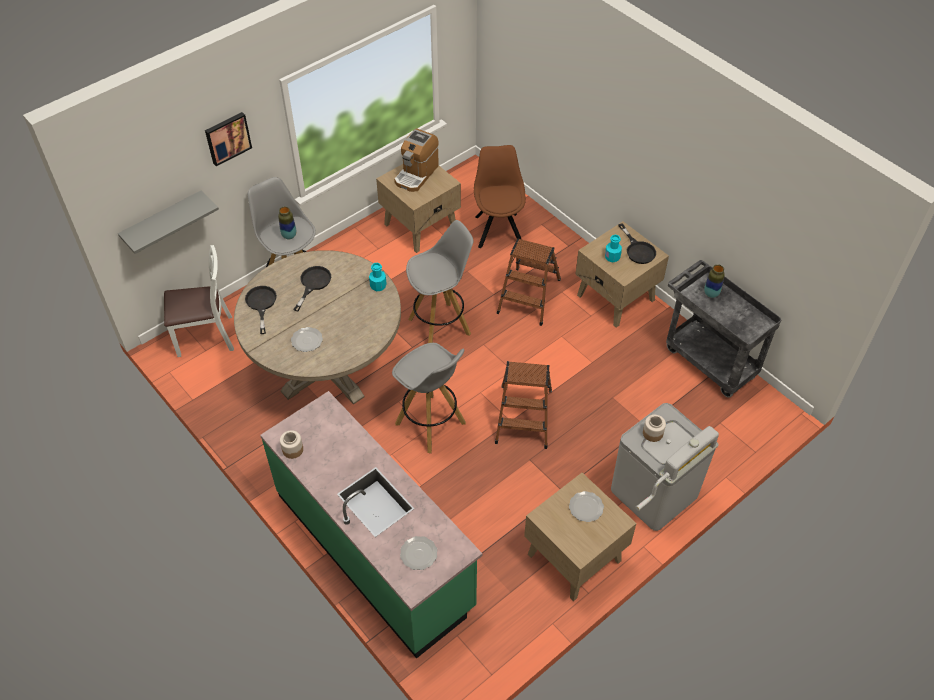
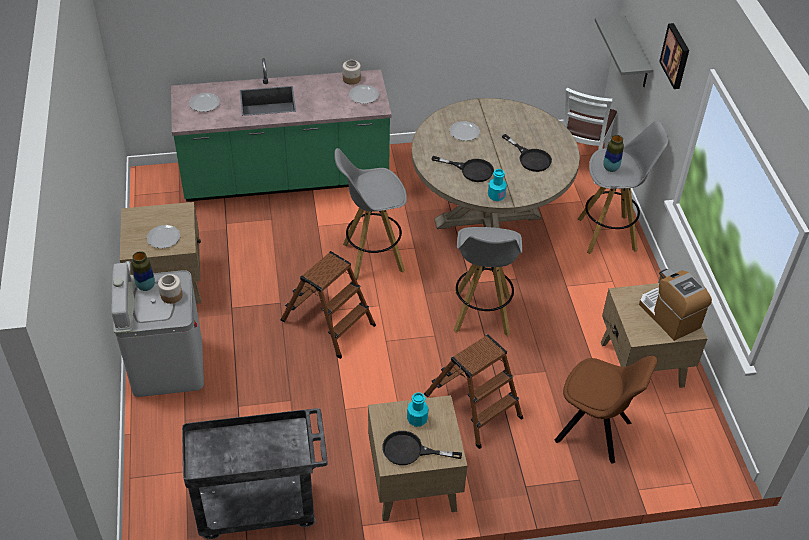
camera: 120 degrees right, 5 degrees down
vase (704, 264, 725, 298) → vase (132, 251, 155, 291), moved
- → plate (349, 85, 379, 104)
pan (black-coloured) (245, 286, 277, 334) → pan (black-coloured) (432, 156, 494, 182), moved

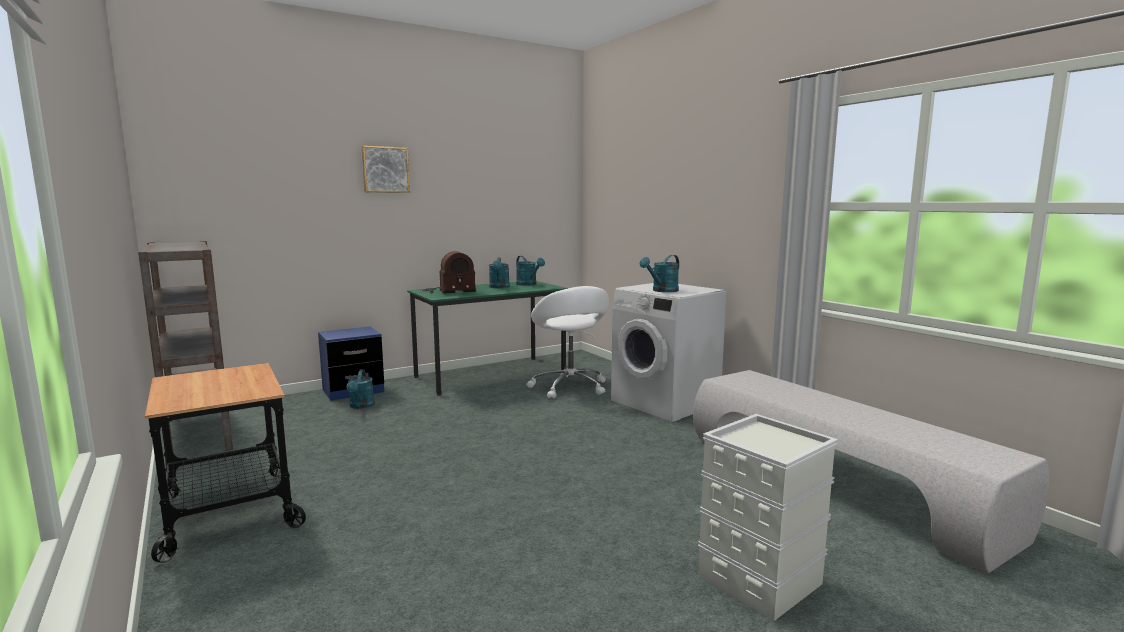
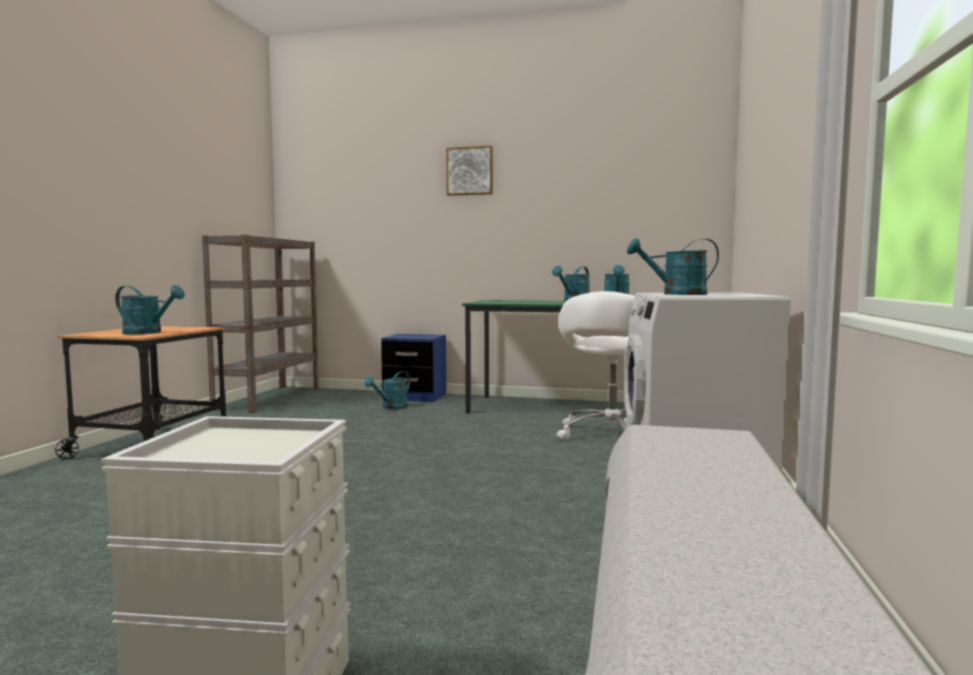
camera: 45 degrees right, 5 degrees down
- → sprinkling can (turquoise) (115, 285, 185, 334)
radio set (429, 251, 476, 293) → -

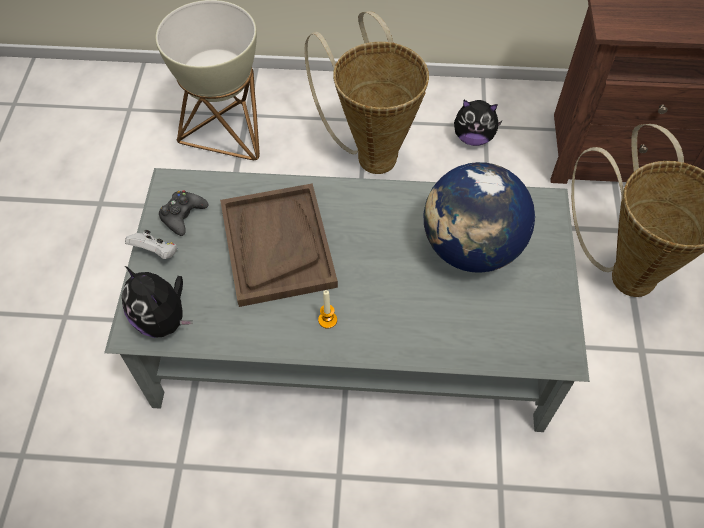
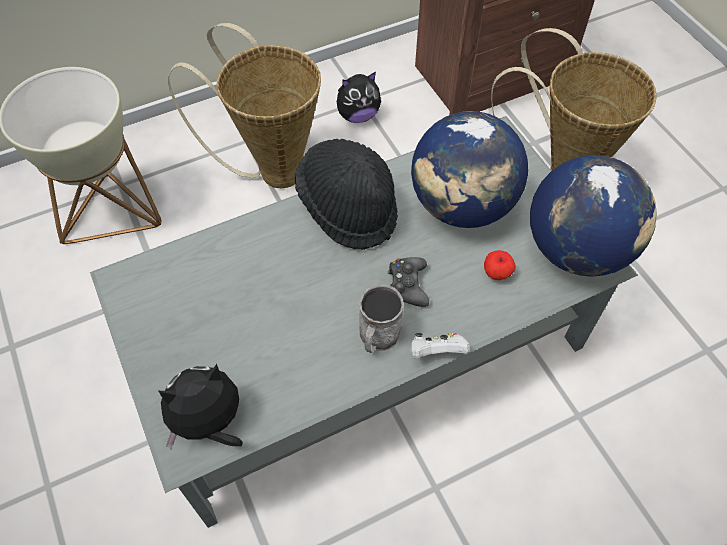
camera: 30 degrees left, 0 degrees up
plush toy (122, 266, 193, 338) → plush toy (159, 364, 243, 450), 135 degrees clockwise
- → hat (black-coloured) (295, 139, 398, 250)
wax candle (318, 290, 337, 329) → mug (grey) (359, 285, 404, 353)
joypad (black-coloured) (159, 190, 208, 236) → joypad (black-coloured) (388, 257, 429, 307), moved
joypad (whitish) (125, 230, 178, 259) → joypad (whitish) (410, 333, 470, 359), moved
- → whole apple (484, 250, 516, 280)
- → desk globe (530, 155, 657, 277)
tray (brown) (220, 183, 338, 307) → -

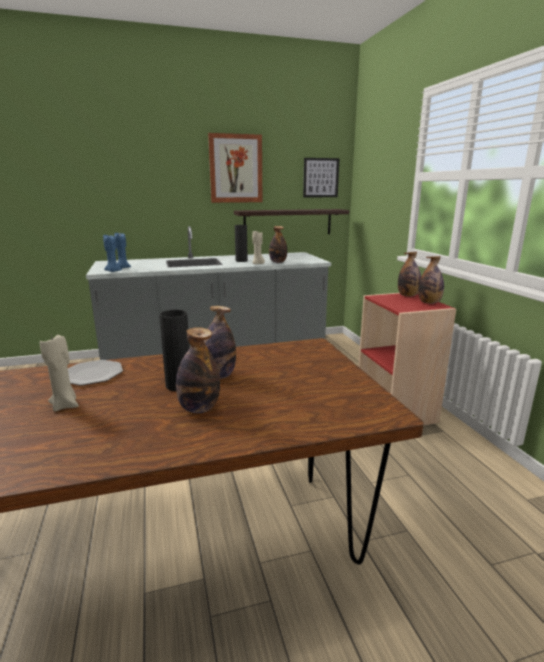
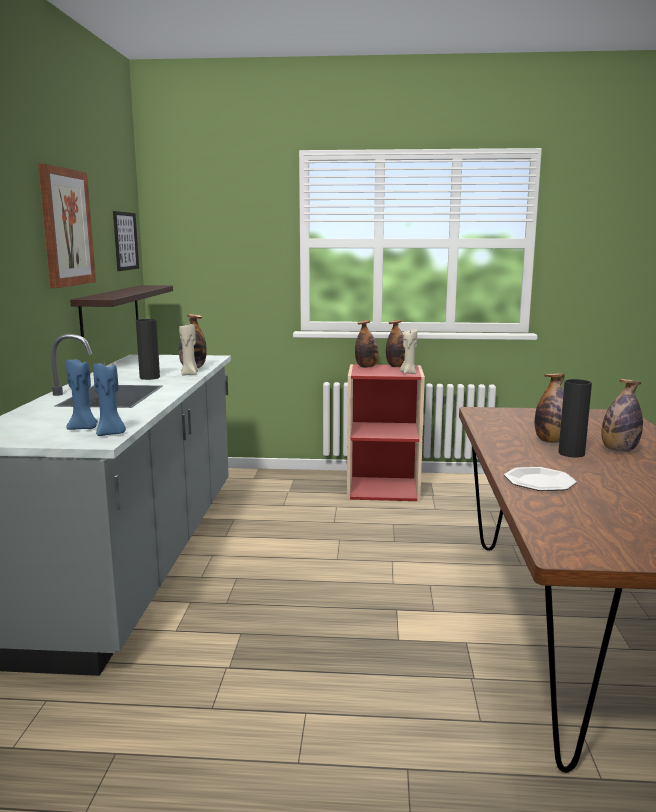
camera: 70 degrees left, 5 degrees down
wax candle (beige-coloured) (40, 334, 79, 412) → wax candle (beige-coloured) (400, 328, 417, 374), moved

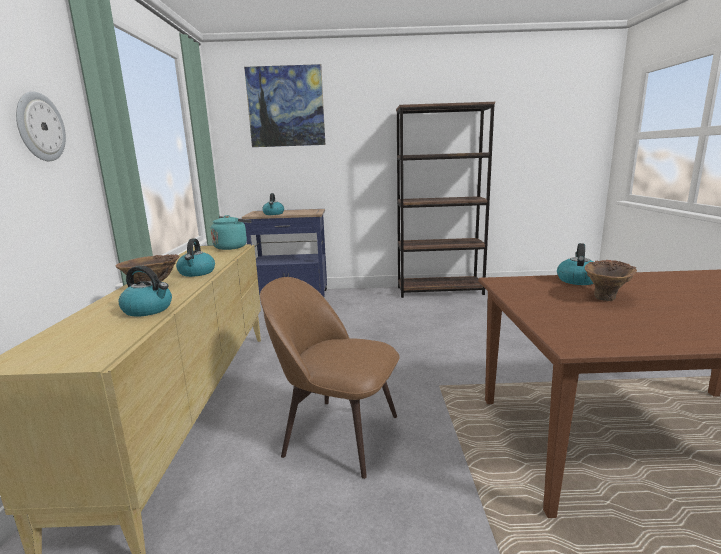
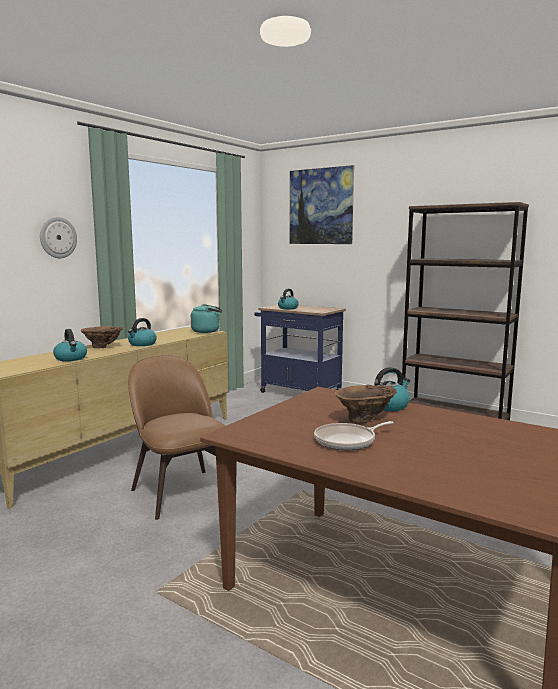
camera: 35 degrees right, 5 degrees down
- → pan (314, 421, 394, 450)

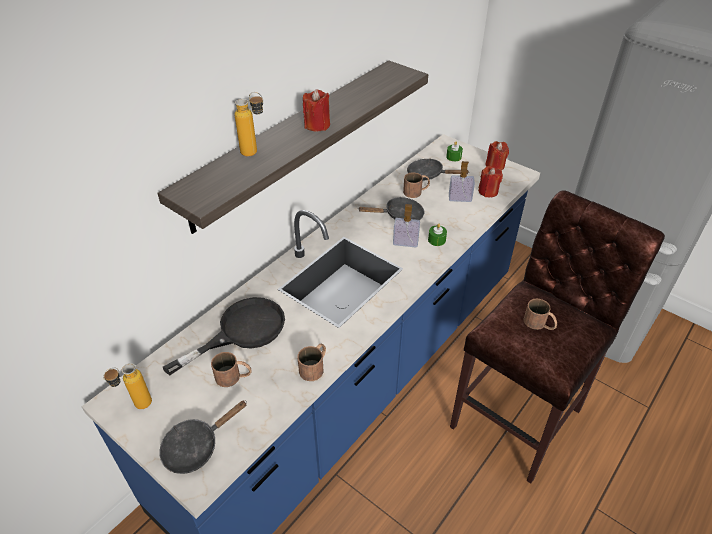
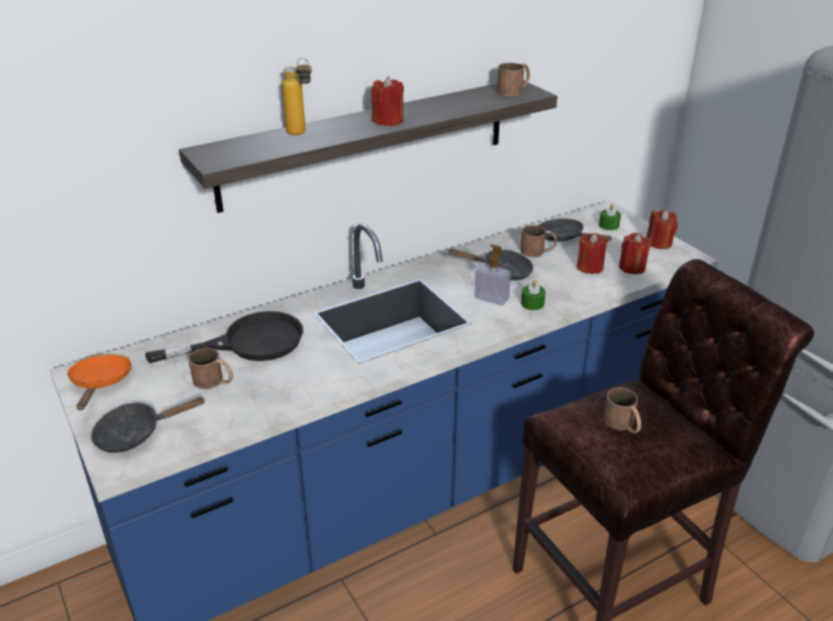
camera: 20 degrees right, 10 degrees down
bottle (103, 363, 152, 409) → pan (orange-coloured) (67, 354, 132, 410)
mug (brown) (298, 344, 326, 381) → mug (brown) (497, 63, 530, 96), moved
liquid soap bottle (449, 161, 475, 202) → wax candle (red-coloured) (577, 233, 608, 274)

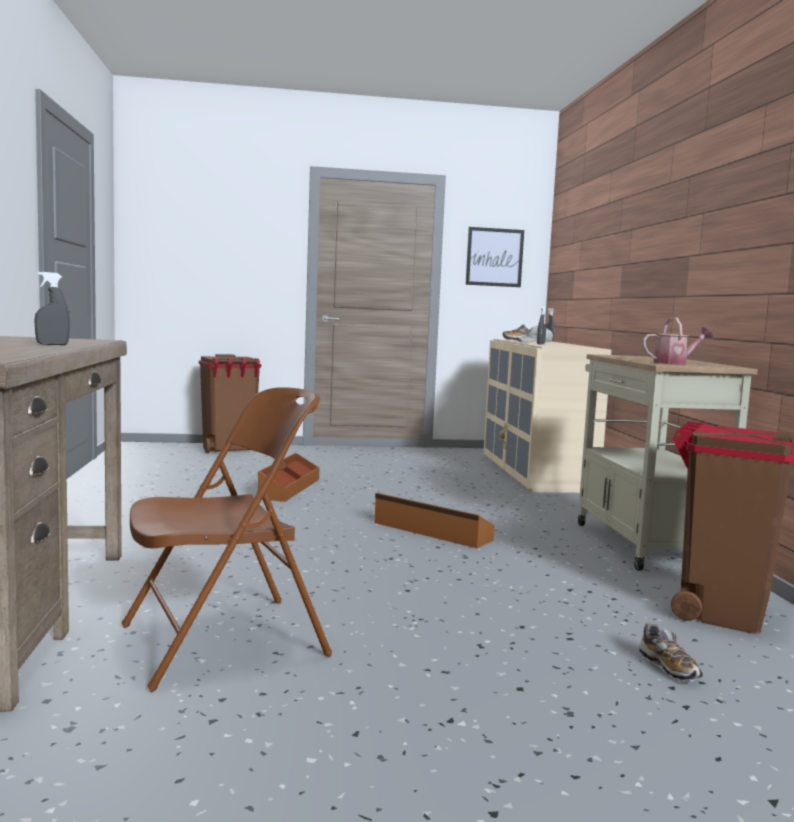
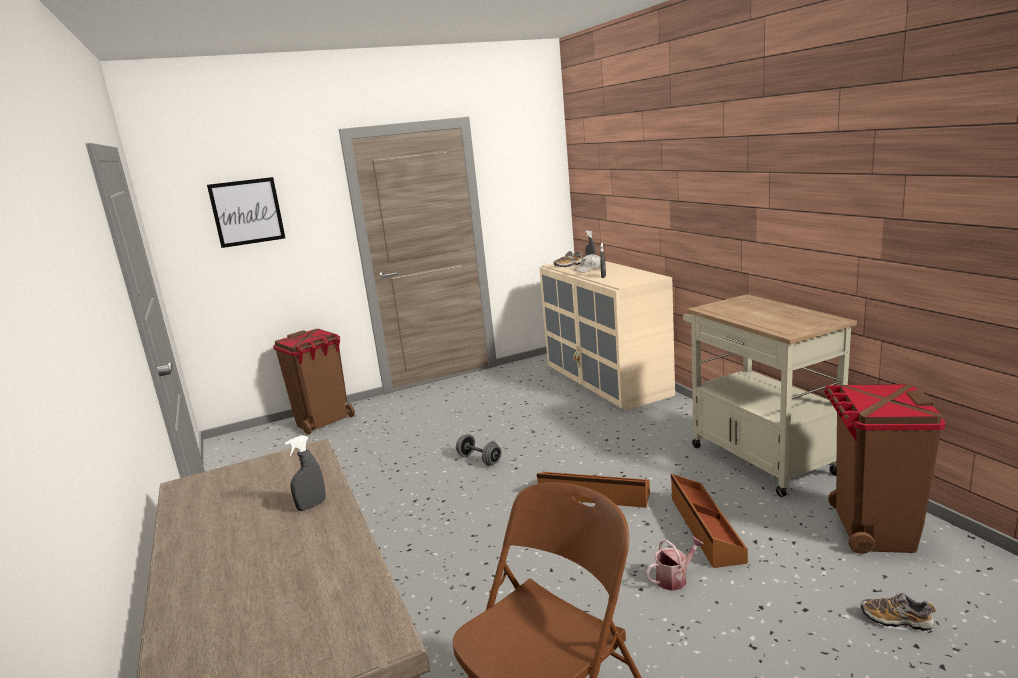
camera: 15 degrees left, 10 degrees up
wall art (465, 227, 524, 287) → wall art (207, 177, 285, 248), moved
- → hand weight (grey) (456, 434, 502, 465)
sprinkling can (643, 317, 713, 365) → sprinkling can (646, 537, 705, 591), moved
storage container (brown) (258, 453, 319, 502) → storage container (brown) (671, 474, 748, 568), moved
item of footwear (639, 623, 703, 682) → item of footwear (860, 593, 936, 632), 150 degrees clockwise

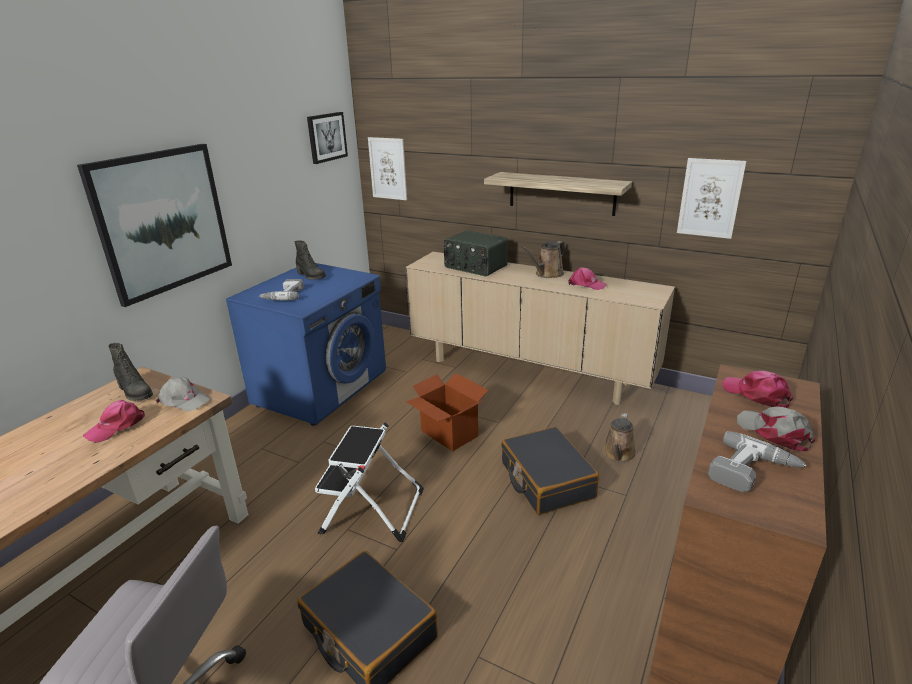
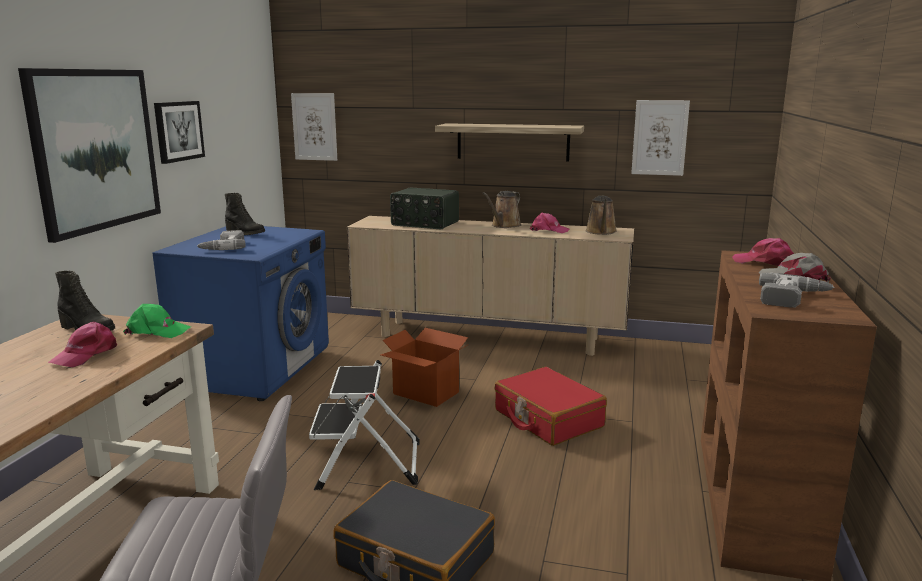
camera: 15 degrees left, 10 degrees down
cap (grey) (156, 377, 210, 411) → cap (green) (123, 304, 191, 338)
wall art (307, 112, 348, 164) → wall art (154, 101, 205, 164), moved
piece of luggage (black-coloured) (501, 427, 599, 515) → piece of luggage (red-coloured) (495, 367, 607, 446)
sprinkling can (brown) (602, 413, 636, 463) → sprinkling can (brown) (586, 196, 617, 235), moved

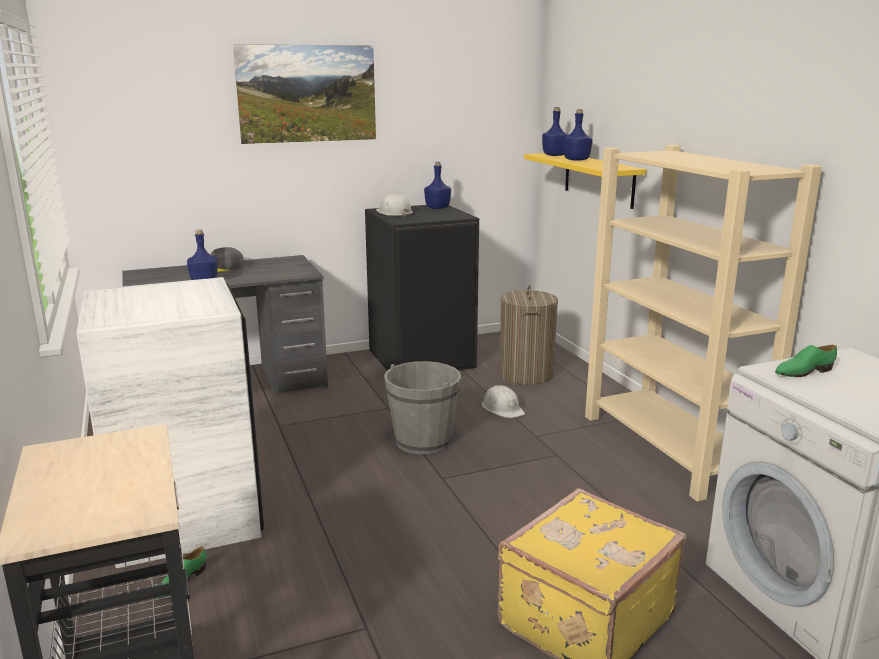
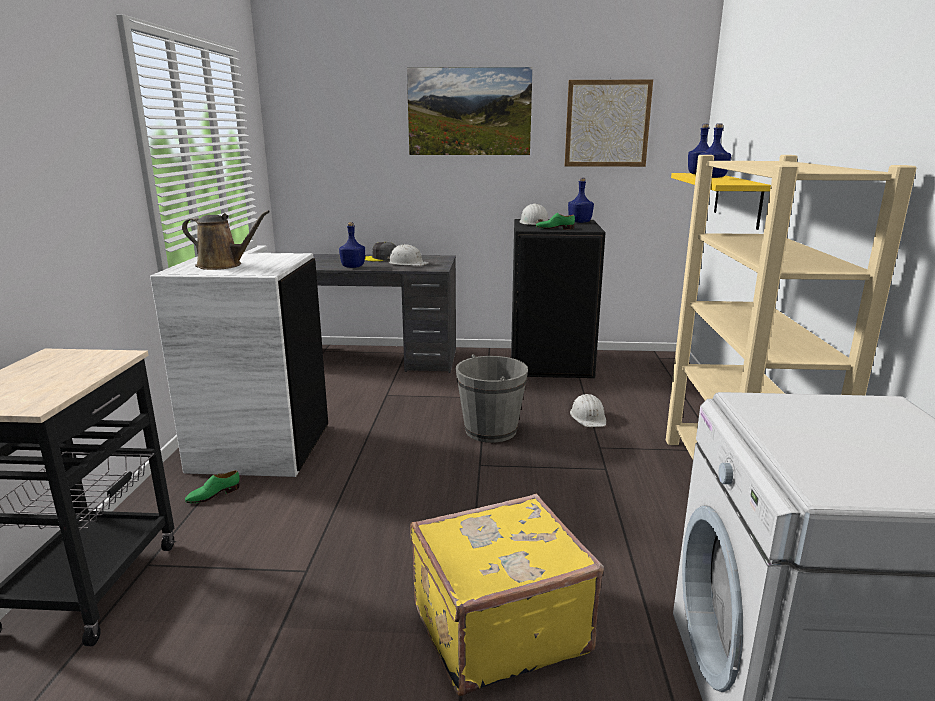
camera: 25 degrees right, 0 degrees up
- → sprinkling can (brown) (182, 210, 270, 270)
- → work helmet (whitish) (387, 244, 429, 266)
item of footwear (green) (775, 345, 837, 377) → item of footwear (green) (536, 213, 575, 229), moved
- → wall art (565, 79, 653, 167)
washing basket (499, 285, 558, 385) → -

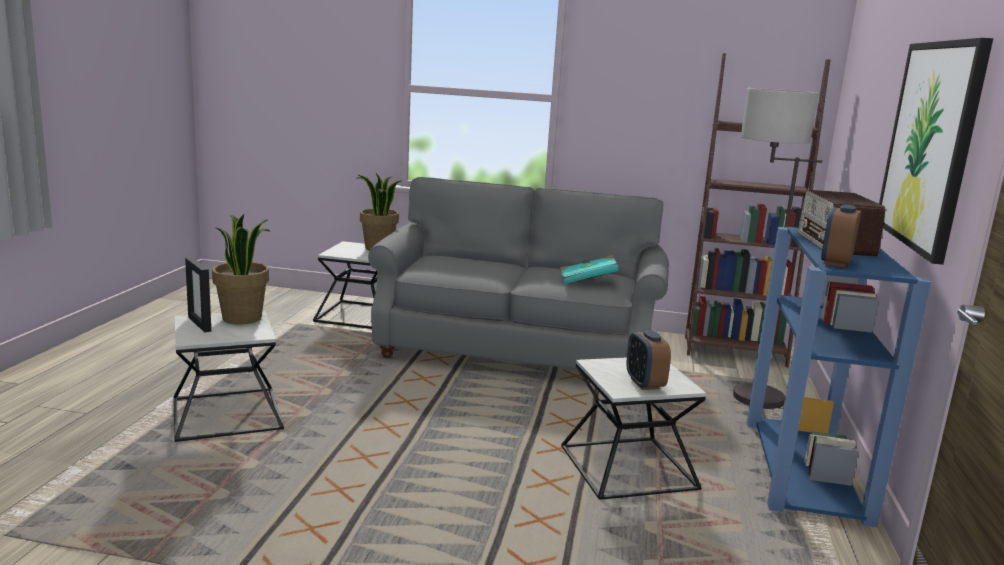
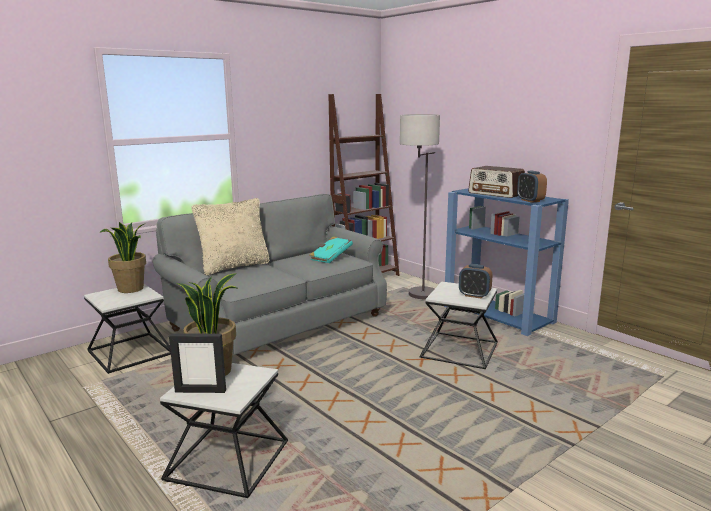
camera: 50 degrees left, 0 degrees up
- → throw pillow (beige-coloured) (191, 198, 269, 276)
wall art (879, 38, 993, 265) → -

